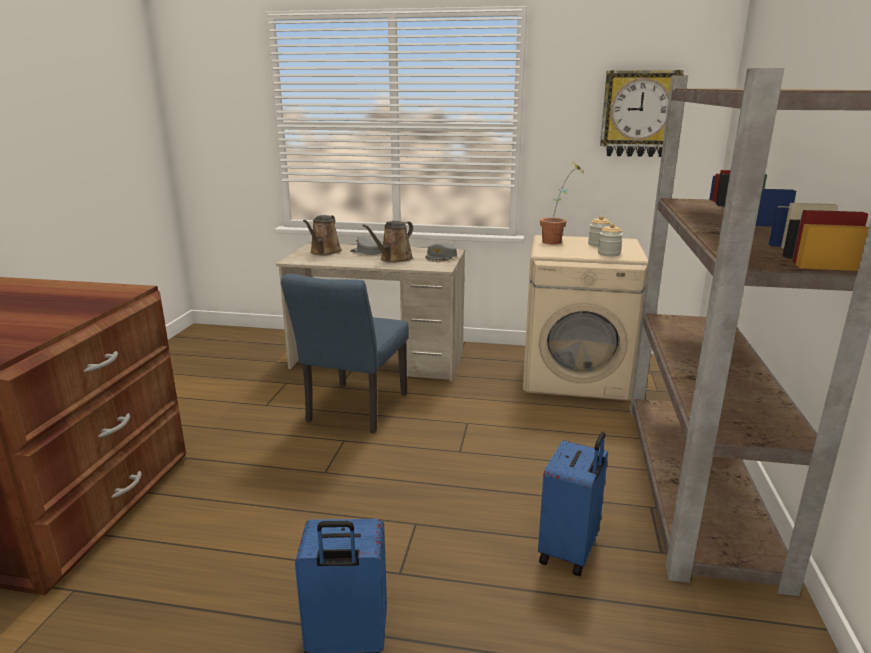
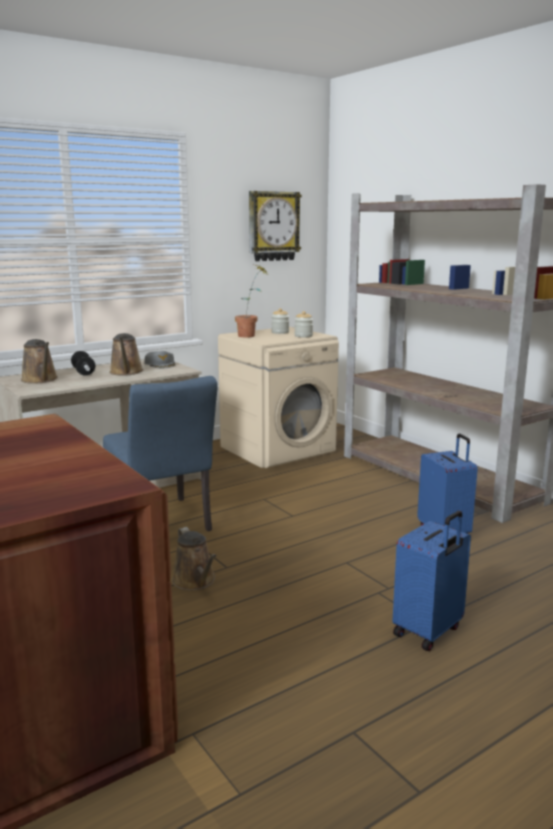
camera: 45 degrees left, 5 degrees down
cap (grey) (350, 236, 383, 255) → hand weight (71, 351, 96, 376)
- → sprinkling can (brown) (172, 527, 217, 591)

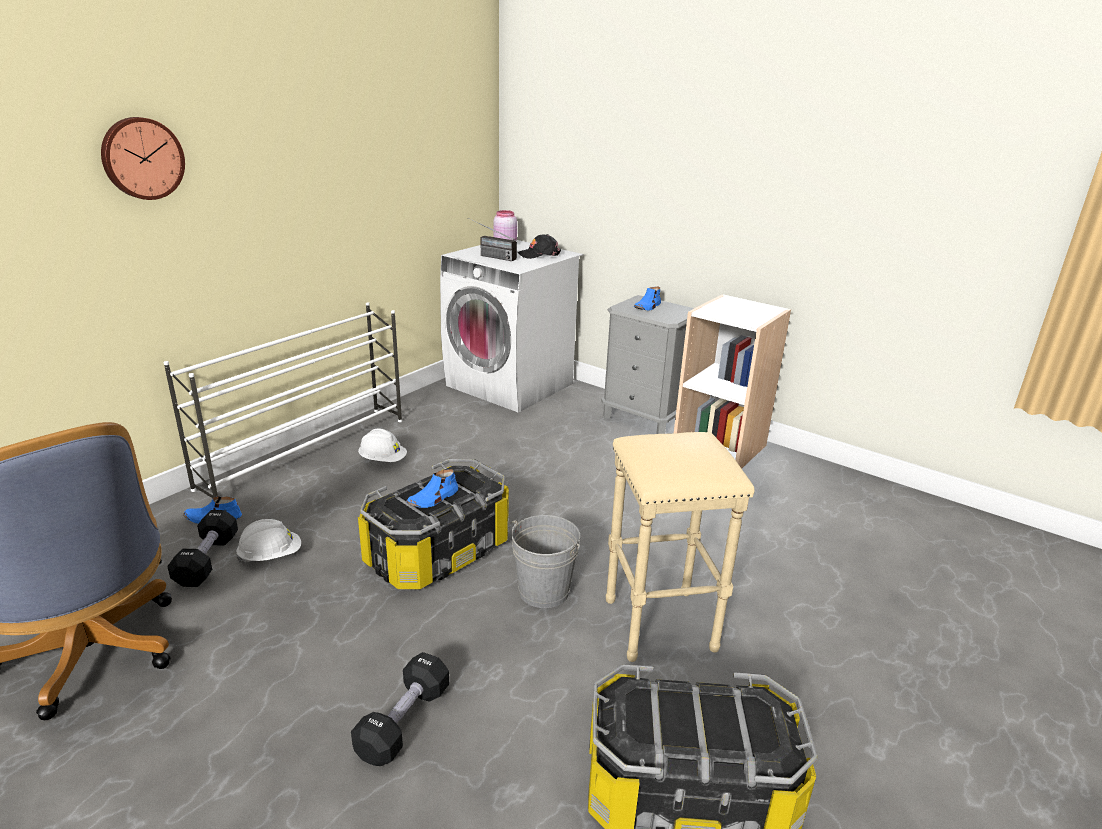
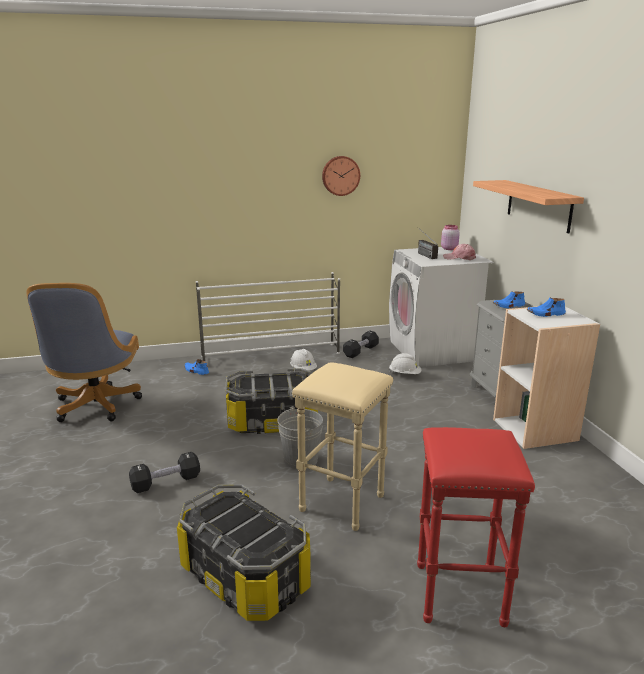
camera: 40 degrees right, 5 degrees down
clock on the wall (101, 117, 185, 200) → clock on the wall (322, 156, 360, 196), moved
hand weight (black-coloured) (167, 510, 238, 587) → hand weight (black-coloured) (343, 331, 379, 358), moved
work helmet (whitish) (236, 519, 301, 563) → work helmet (whitish) (389, 353, 422, 374), moved
- → sitting stool (red-coloured) (417, 427, 535, 627)
cap (black-coloured) (517, 234, 561, 259) → cap (pink) (443, 244, 476, 260)
- → wall shelf (473, 180, 584, 234)
item of footwear (blue-coloured) (406, 469, 458, 508) → item of footwear (blue-coloured) (526, 298, 566, 317), moved

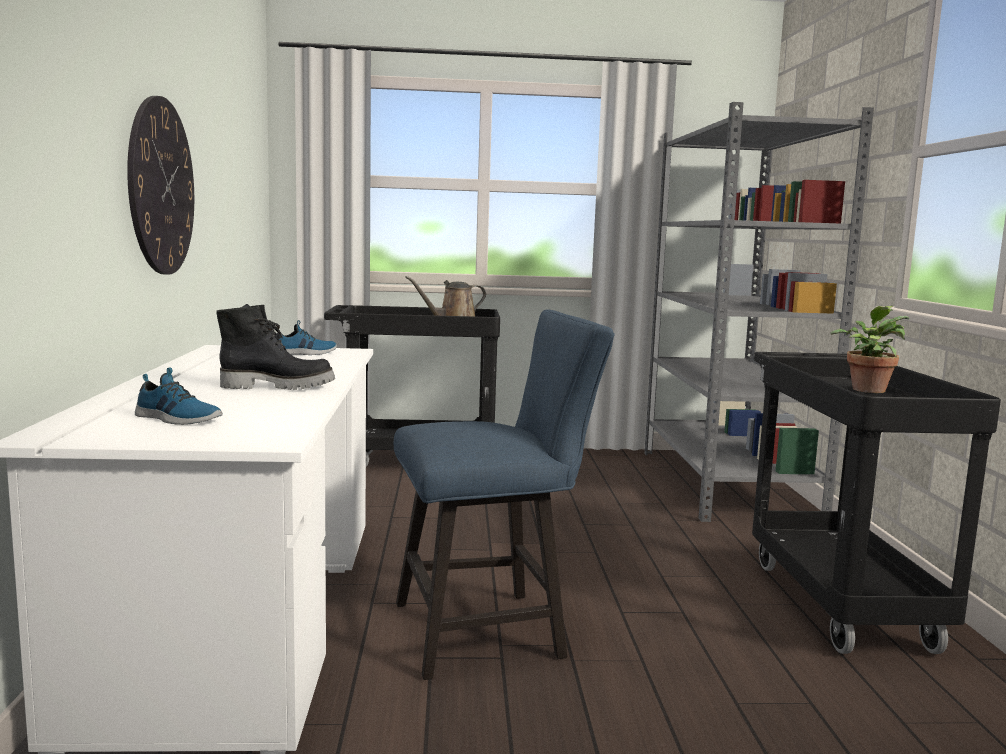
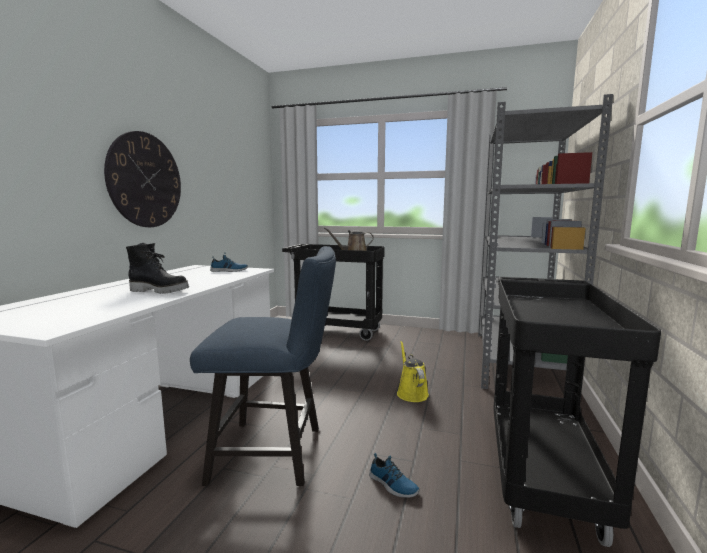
camera: 20 degrees right, 0 degrees up
item of footwear (135, 367, 223, 425) → item of footwear (369, 453, 420, 498), moved
- → sprinkling can (yellowish) (397, 340, 429, 402)
potted plant (830, 306, 909, 393) → -

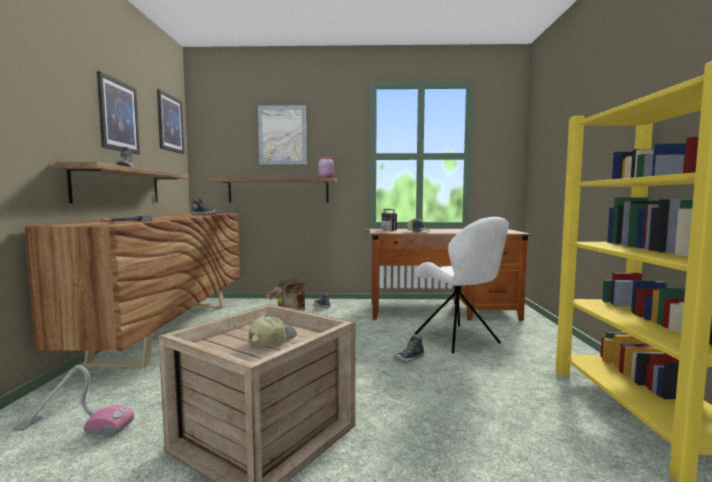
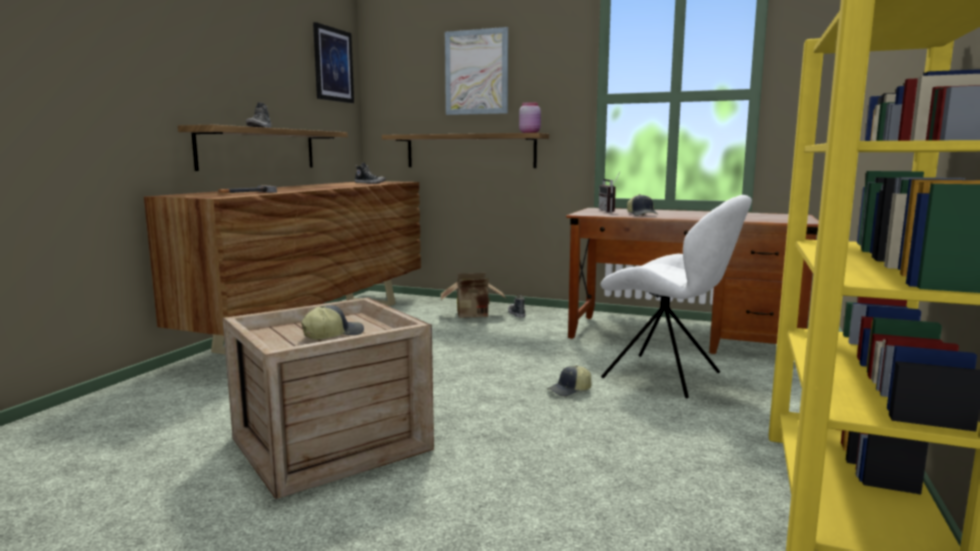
camera: 20 degrees right, 5 degrees up
item of footwear (393, 335, 424, 362) → cap (547, 365, 592, 397)
upright chair (whitish) (415, 217, 509, 354) → upright chair (whitish) (600, 195, 752, 398), 45 degrees counterclockwise
vacuum cleaner (12, 365, 134, 438) → -
wall art (97, 71, 140, 155) → -

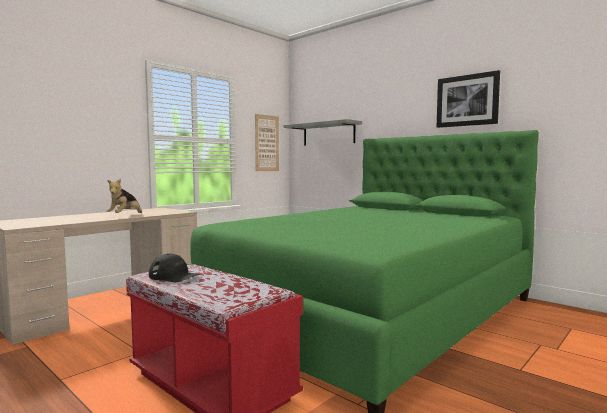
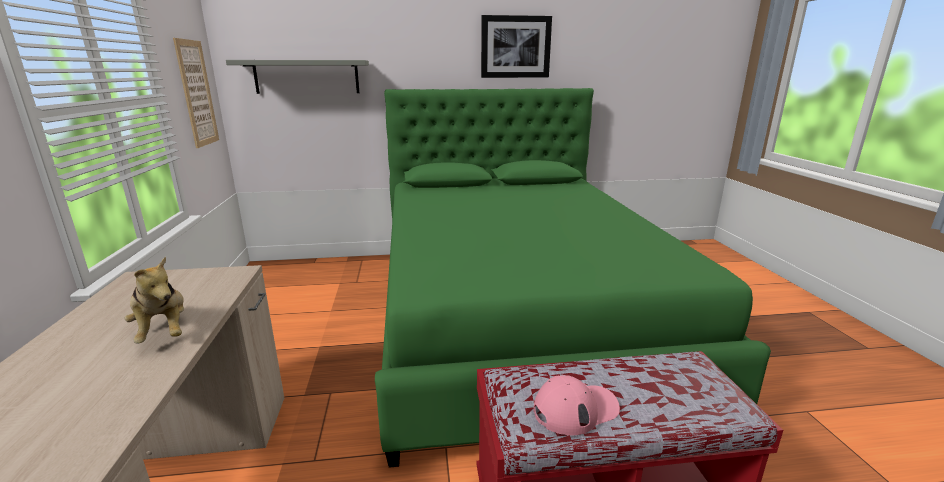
camera: 50 degrees left, 15 degrees up
cap (black-coloured) (149, 254, 201, 282) → cap (pink) (533, 375, 620, 435)

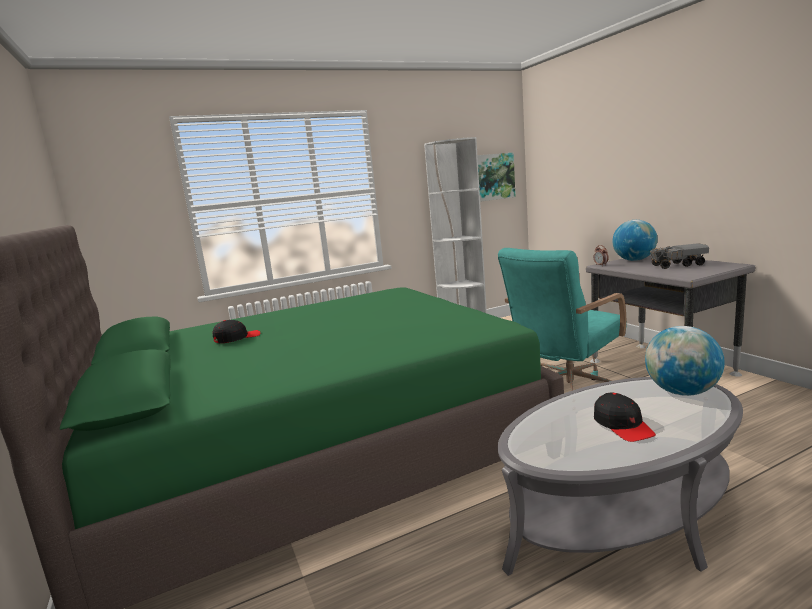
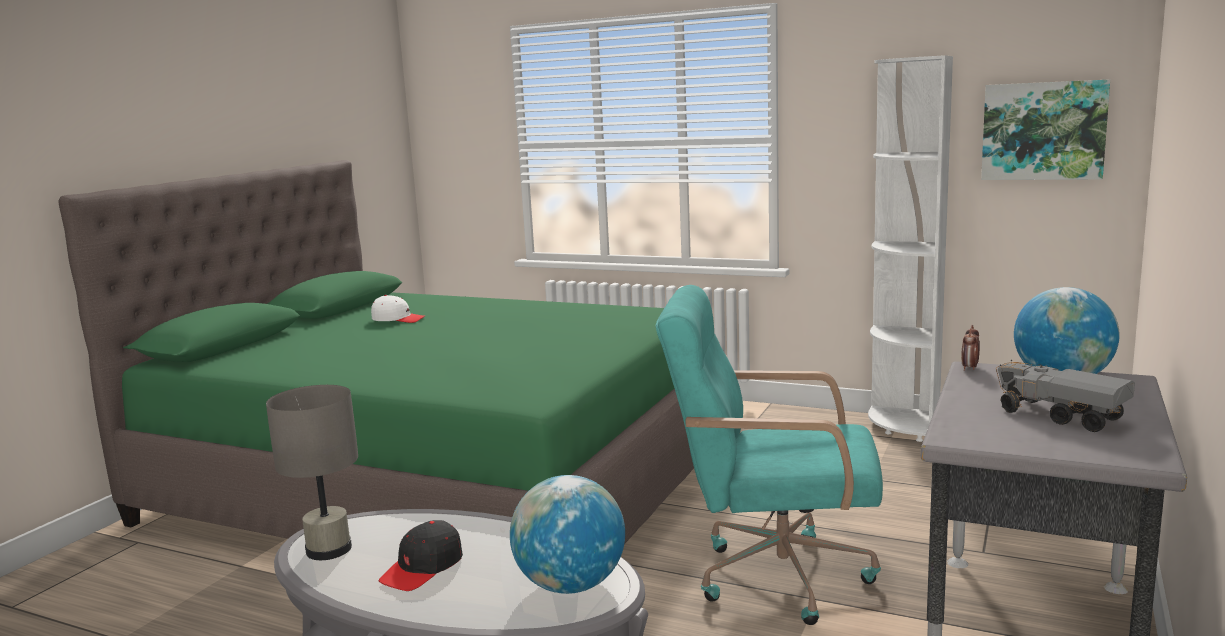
camera: 50 degrees right, 0 degrees up
- → lamp for a table (grey) (266, 385, 358, 560)
cap (black-coloured) (213, 320, 260, 343) → cap (whitish) (371, 295, 425, 323)

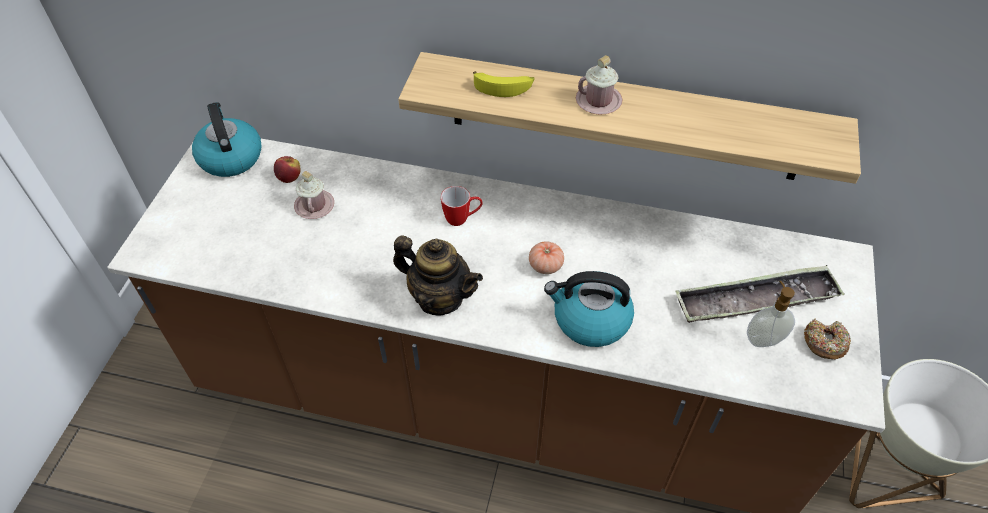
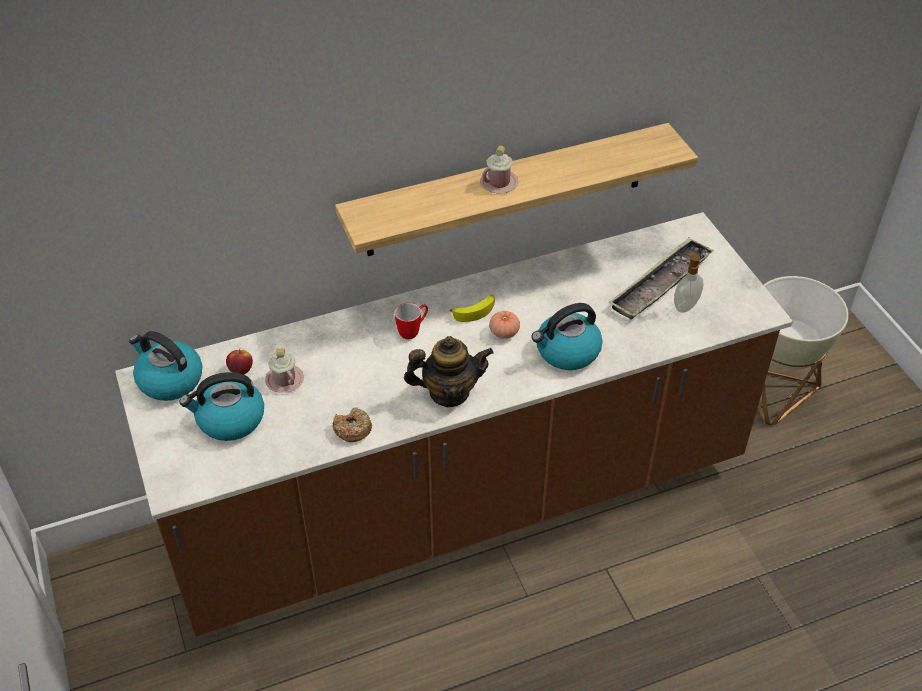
camera: 35 degrees left, 5 degrees down
- → water kettle (179, 372, 264, 441)
donut (804, 318, 851, 360) → donut (333, 407, 372, 442), moved
whole banana (473, 71, 534, 97) → whole banana (450, 295, 495, 322), moved

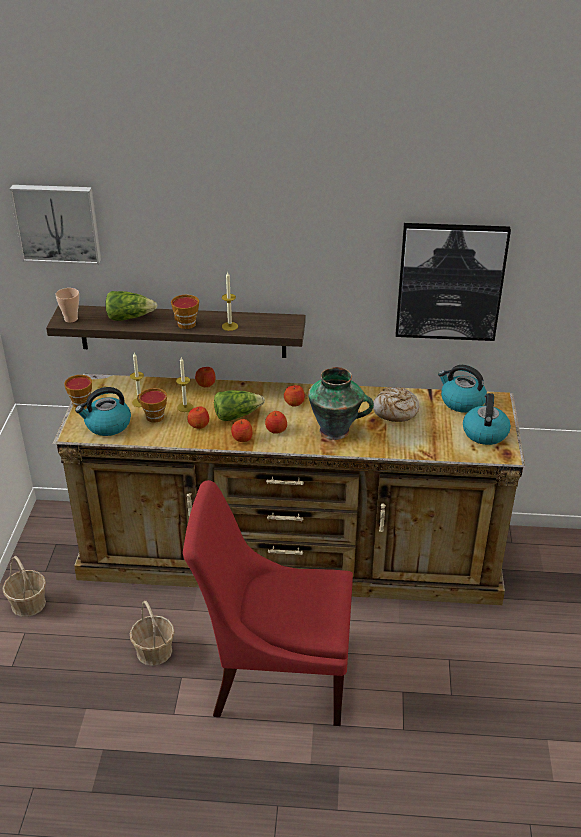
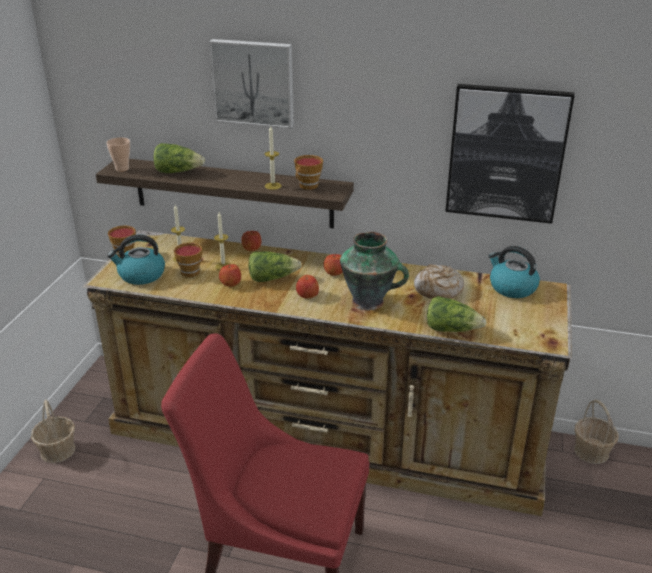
camera: 10 degrees right, 5 degrees down
wall art (10, 185, 101, 265) → wall art (209, 39, 294, 129), moved
small cup (171, 294, 199, 329) → small cup (294, 155, 323, 190), moved
- → head of lettuce (427, 296, 486, 332)
basket (130, 601, 175, 666) → basket (574, 400, 619, 464), moved
whole apple (231, 419, 253, 442) → -
water kettle (463, 393, 511, 445) → -

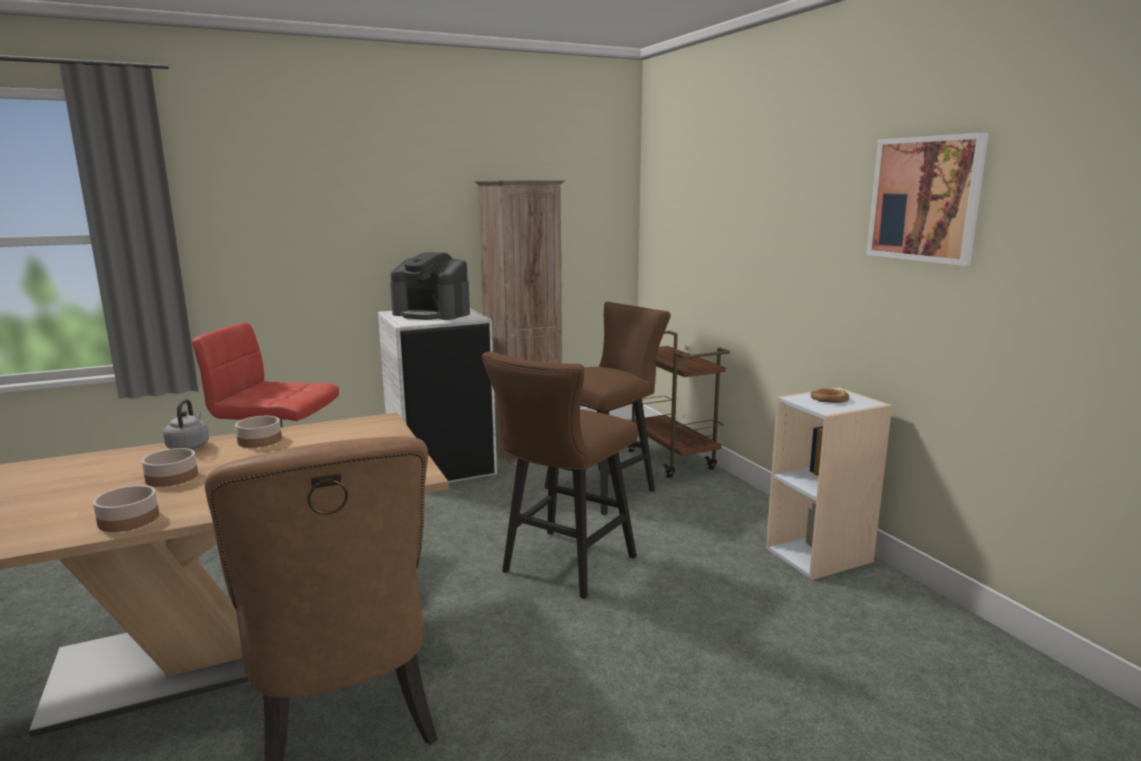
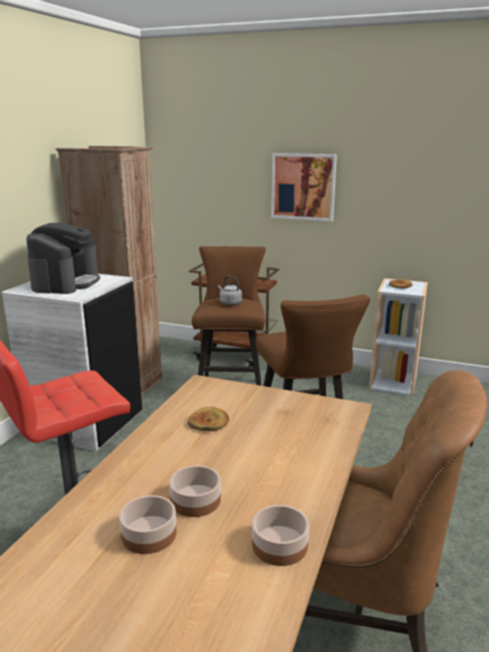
camera: 45 degrees left, 5 degrees up
coffee machine (390, 252, 470, 320) → coffee machine (26, 223, 100, 294), 60 degrees counterclockwise
serving bowl (235, 416, 282, 448) → serving bowl (119, 495, 177, 554), moved
- → bakery bread (187, 407, 229, 431)
water kettle (grey) (163, 399, 209, 450) → water kettle (grey) (218, 276, 242, 305), moved
wall art (866, 133, 989, 266) → wall art (271, 153, 337, 221), moved

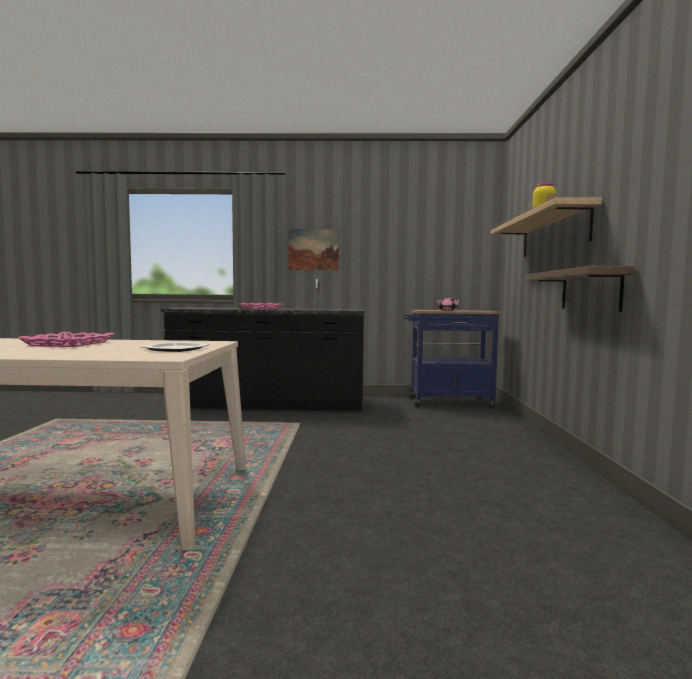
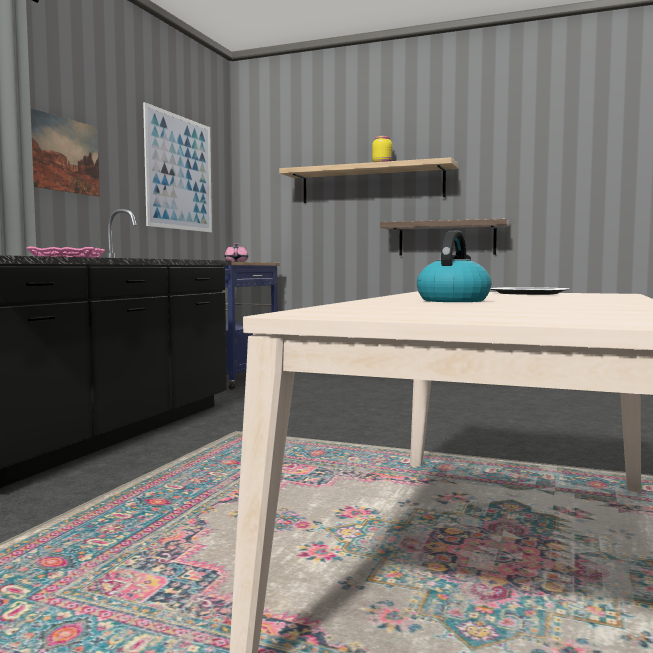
camera: 70 degrees left, 0 degrees up
- → wall art (143, 102, 212, 232)
tray (pink) (18, 332, 114, 347) → water kettle (417, 231, 491, 302)

